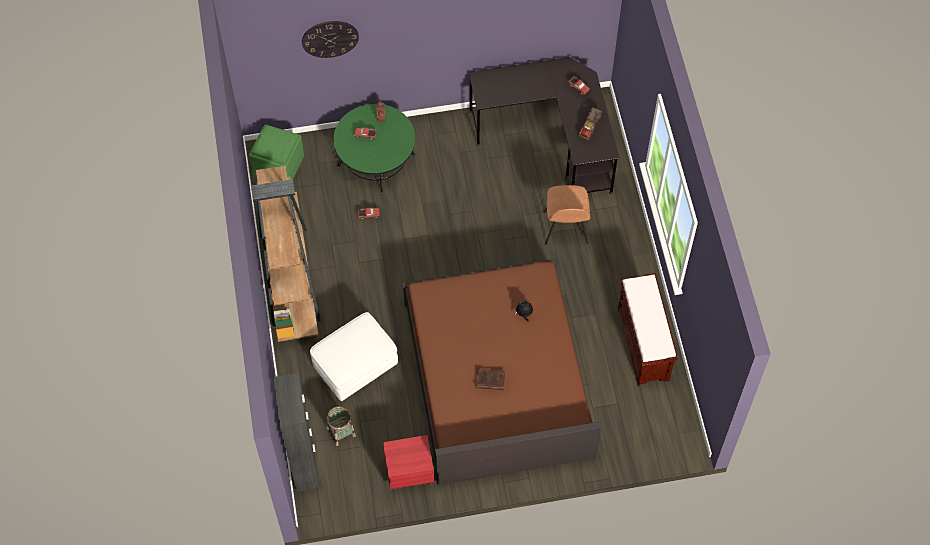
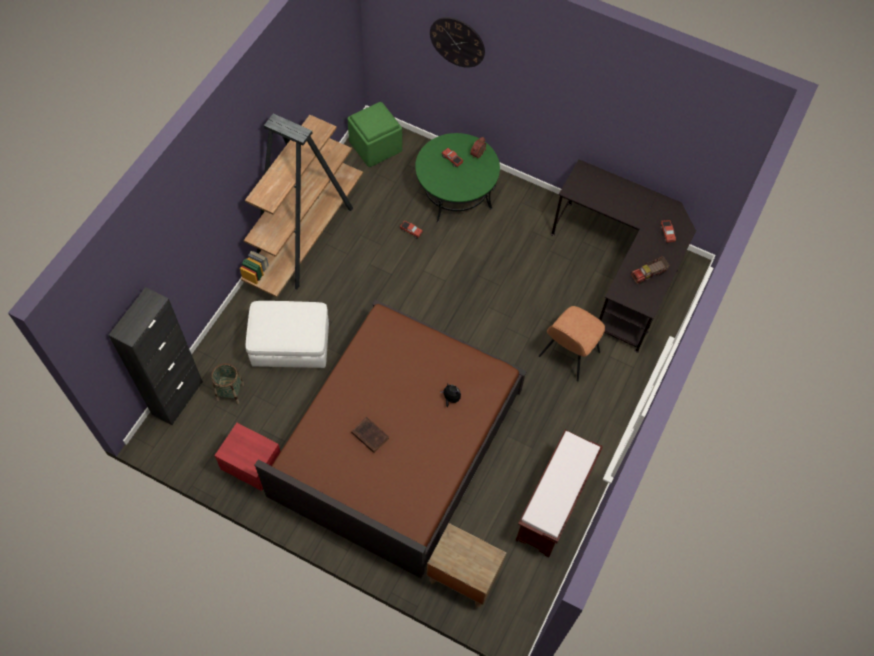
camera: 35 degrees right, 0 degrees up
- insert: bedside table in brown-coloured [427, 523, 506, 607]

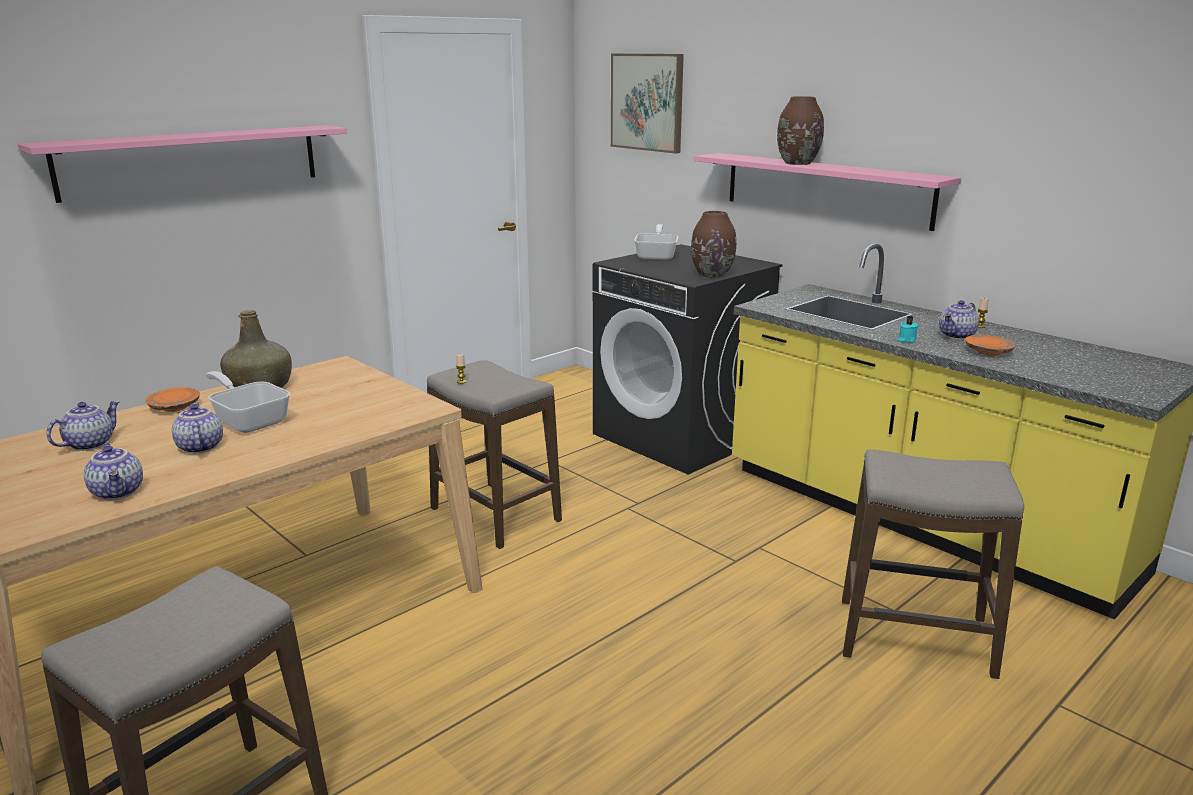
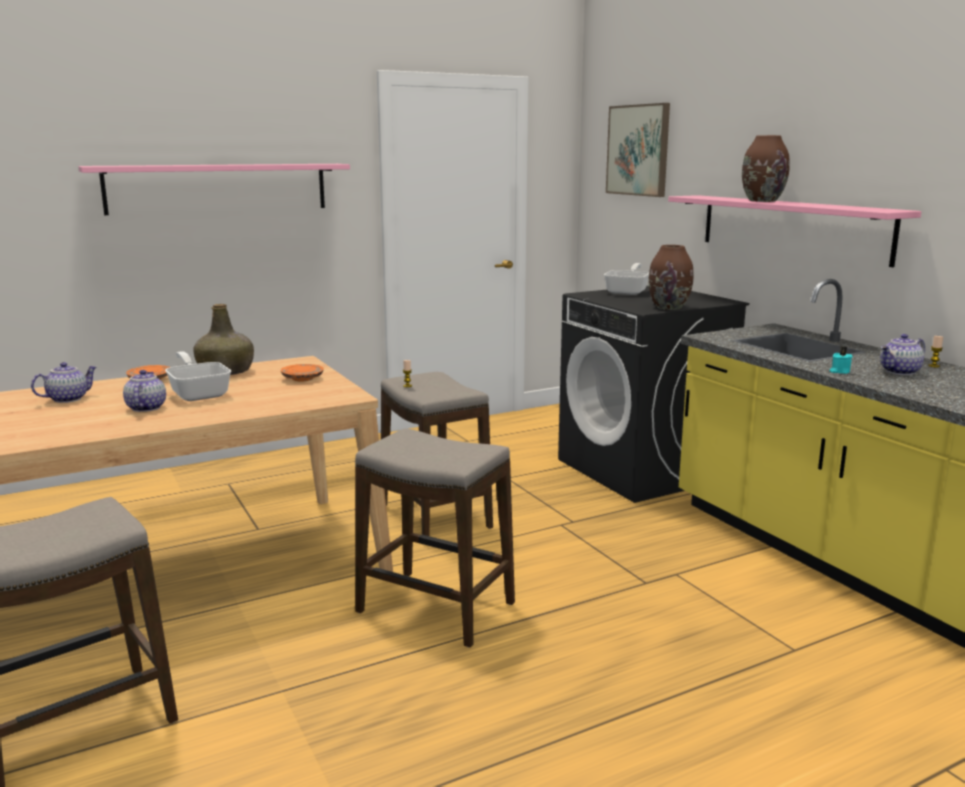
camera: 15 degrees right, 5 degrees down
- delete: pot for tea [84, 443, 143, 500]
- move: sitting stool [842, 449, 1024, 679] to [355, 428, 515, 647]
- move: plate in orangey [965, 335, 1015, 356] to [281, 364, 324, 381]

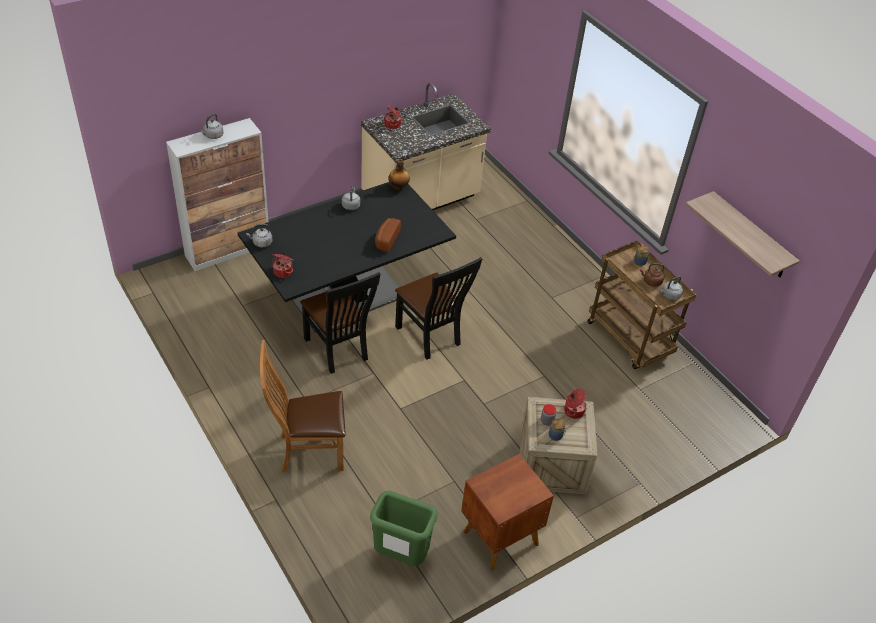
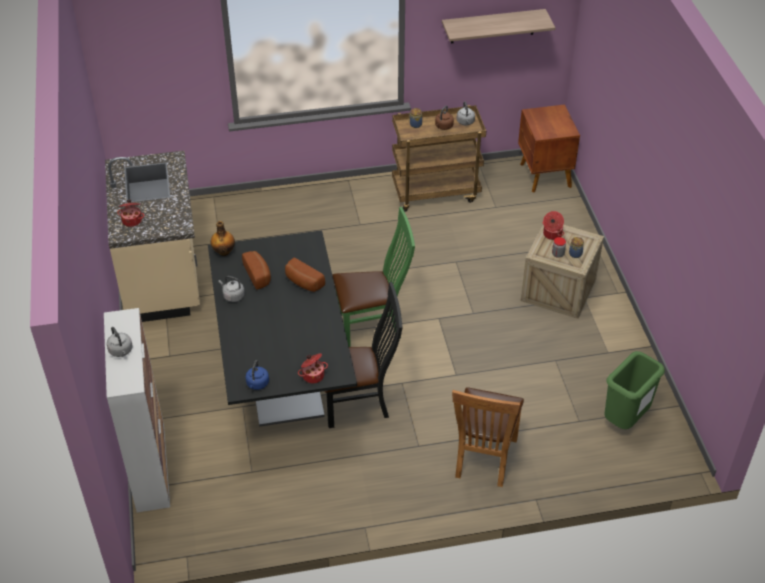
camera: 65 degrees left, 0 degrees up
- insert: baked bread [242, 251, 271, 290]
- move: bedside table in brown-coloured [461, 454, 554, 571] to [518, 105, 580, 192]
- recolor: water kettle in gray [246, 224, 272, 247] to water kettle in blue [245, 360, 269, 390]
- recolor: chair in black [395, 257, 482, 359] to chair in green [332, 207, 415, 347]

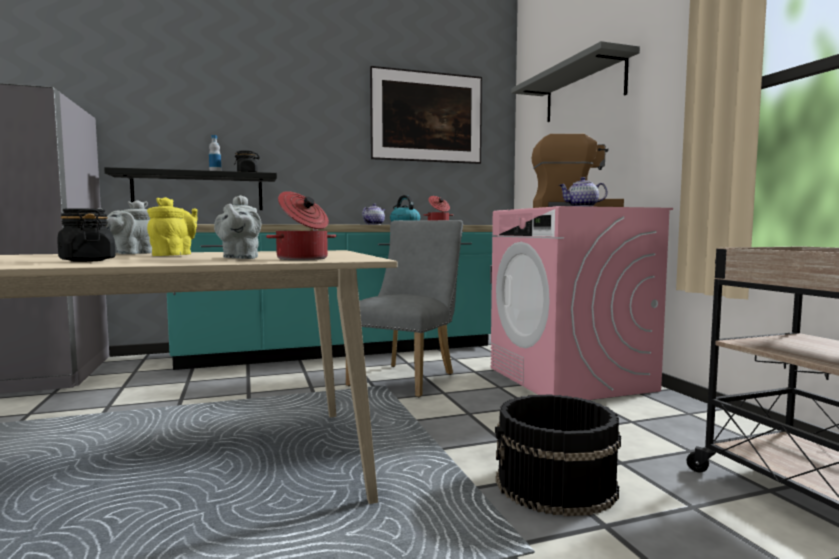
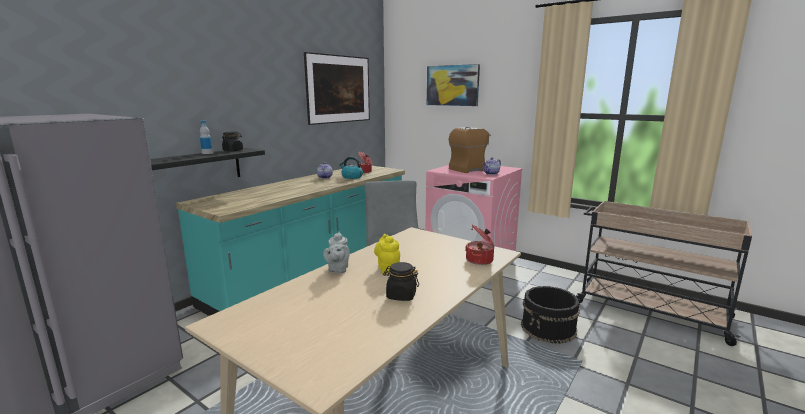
camera: 35 degrees left, 10 degrees up
- delete: pot for tea in gray [214, 195, 261, 259]
- replace: wall shelf in gray [511, 41, 640, 122] to wall picture [427, 64, 480, 106]

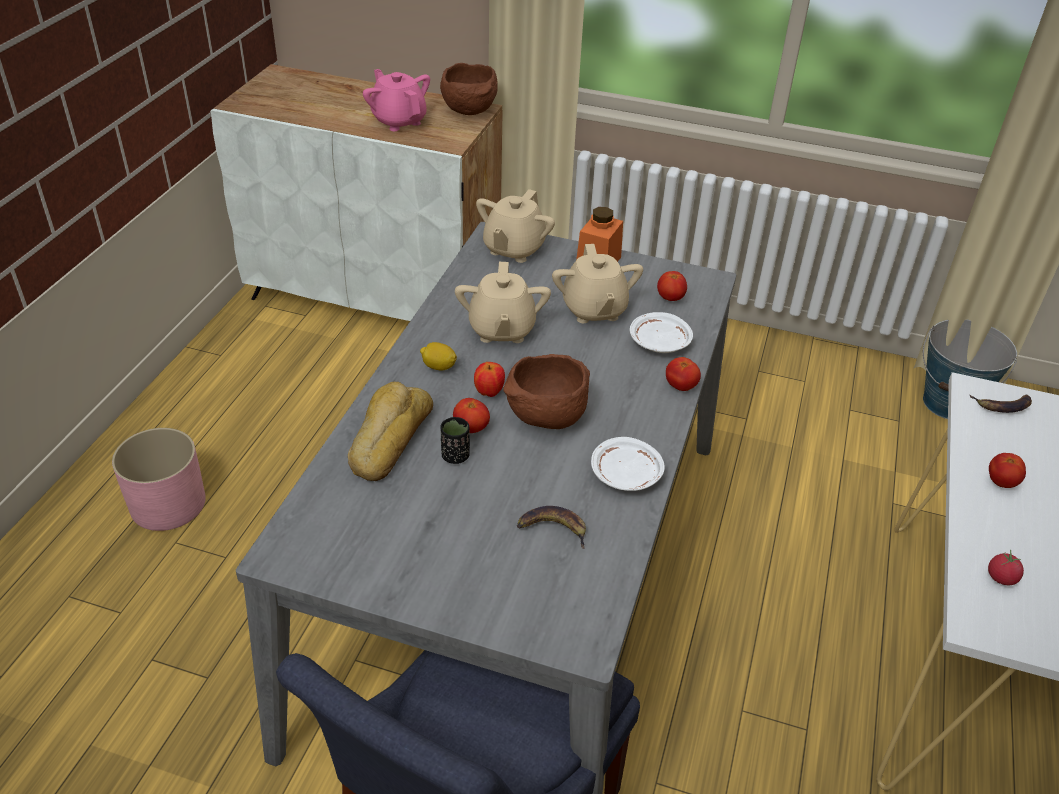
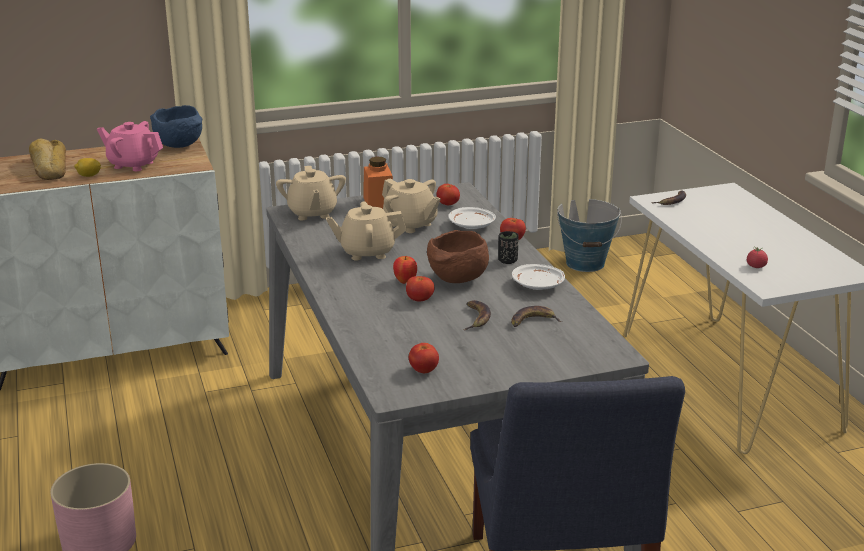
camera: 35 degrees left, 15 degrees down
- insert: whole banana [463, 300, 491, 330]
- move: baked bread [348, 382, 433, 481] to [29, 139, 66, 180]
- move: lemon [420, 342, 457, 371] to [74, 158, 101, 177]
- move: drinking cup in black [441, 417, 470, 464] to [498, 231, 519, 264]
- move: tomato [989, 453, 1026, 488] to [409, 343, 439, 373]
- recolor: bowl in brown-coloured [440, 63, 498, 115] to bowl in blue [150, 105, 202, 148]
- rotate: pot for tea in beige [455, 262, 551, 343] = [326, 201, 406, 260] 120 degrees clockwise

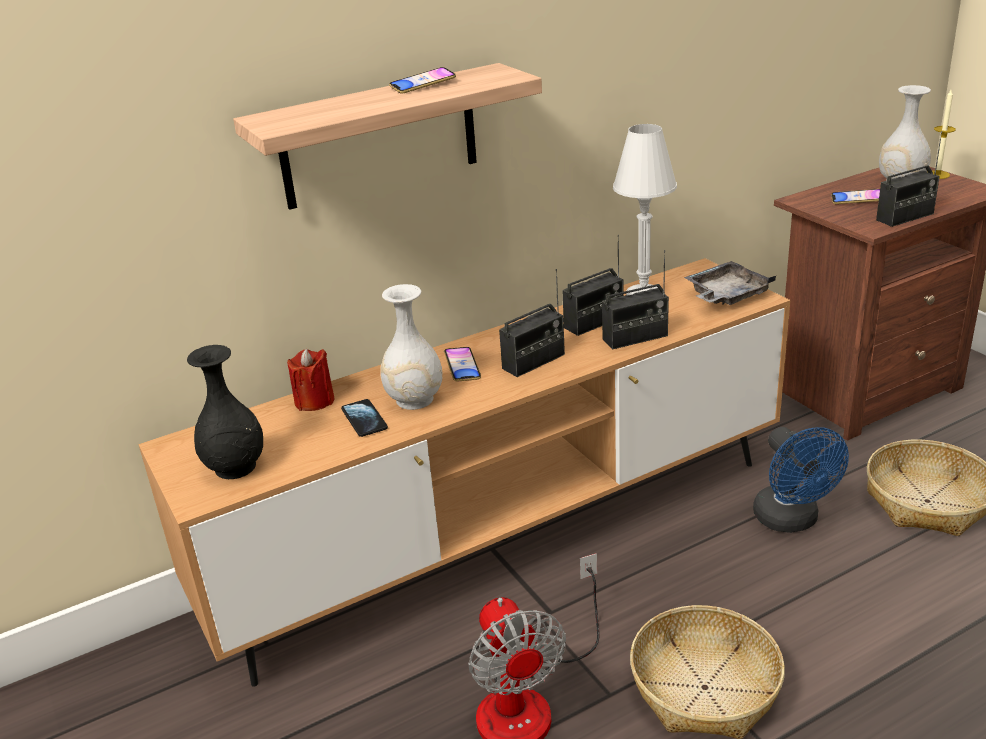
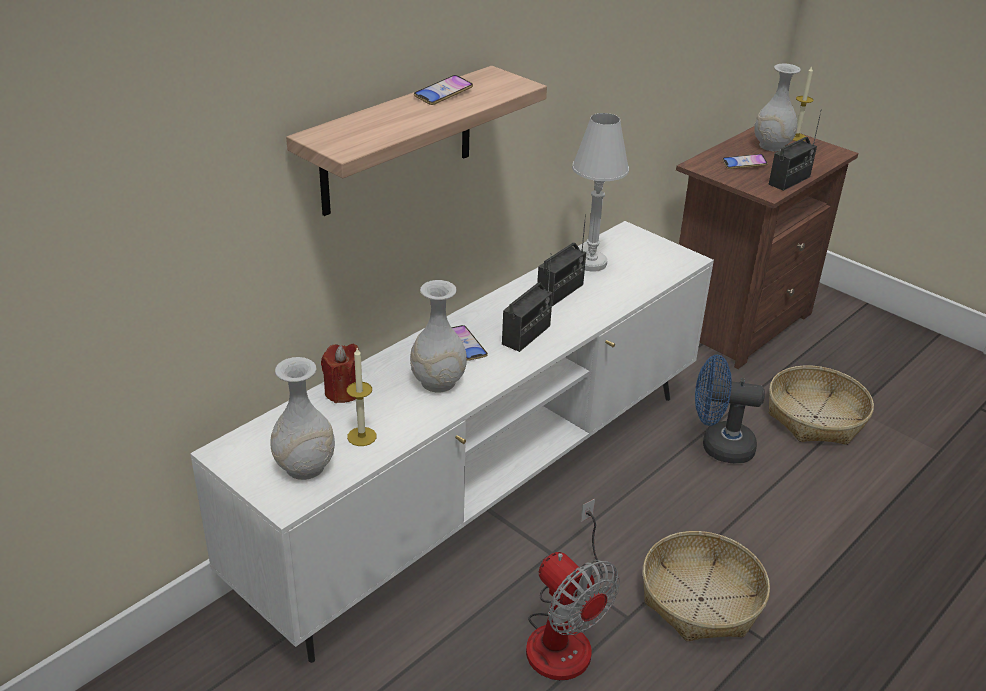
camera: 20 degrees left, 5 degrees up
- delete: telephone [341, 399, 388, 437]
- delete: radio receiver [602, 250, 669, 350]
- delete: serving tray in gray [684, 261, 776, 305]
- insert: wax light [347, 348, 376, 446]
- recolor: tv unit in brown-coloured [138, 258, 790, 687] to tv unit in whitish [190, 221, 714, 663]
- recolor: flower vase in black [187, 345, 263, 479] to flower vase in whitish [271, 357, 335, 480]
- rotate: electric fan in blue [753, 427, 849, 533] = [695, 355, 765, 463] 135 degrees clockwise

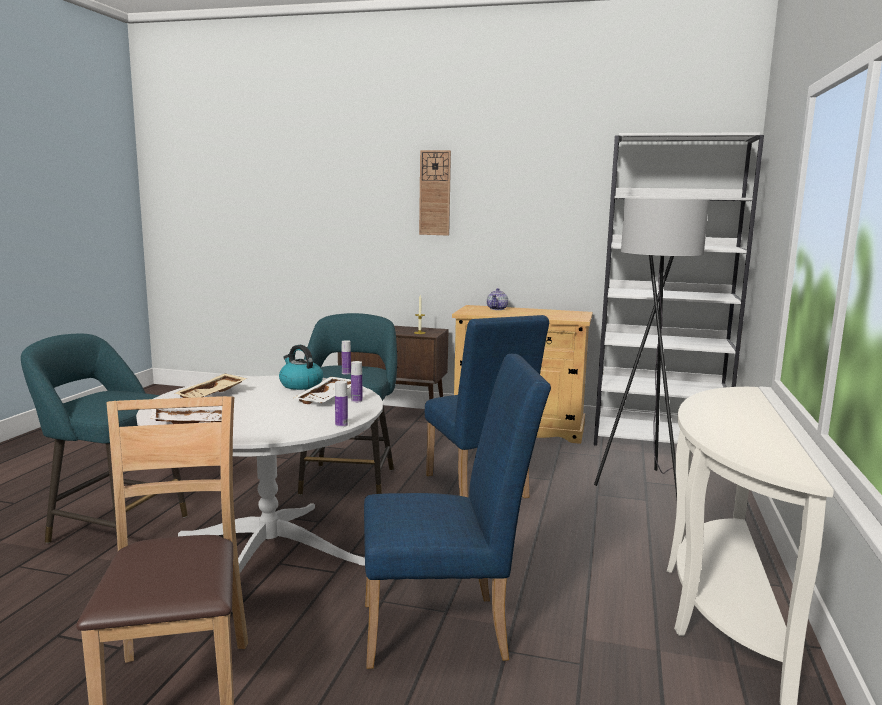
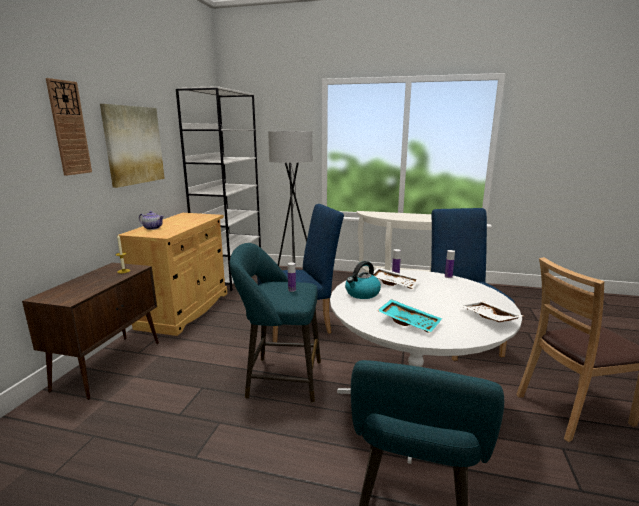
camera: 90 degrees left, 5 degrees up
- insert: wall picture [100, 104, 165, 188]
- recolor: serving tray in beige [175, 374, 248, 398] to serving tray in turquoise-coloured [377, 299, 442, 333]

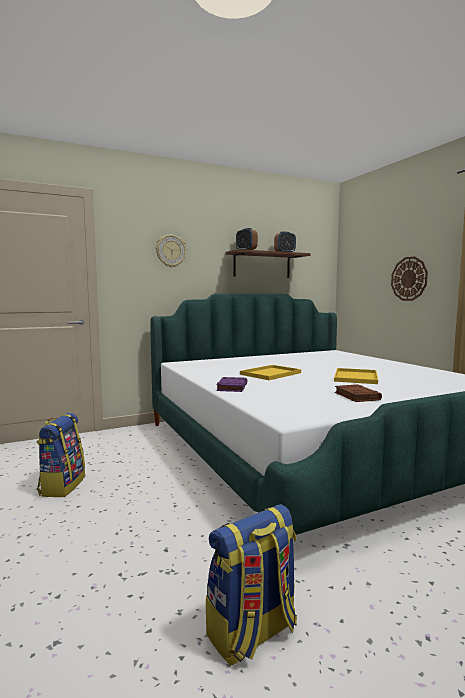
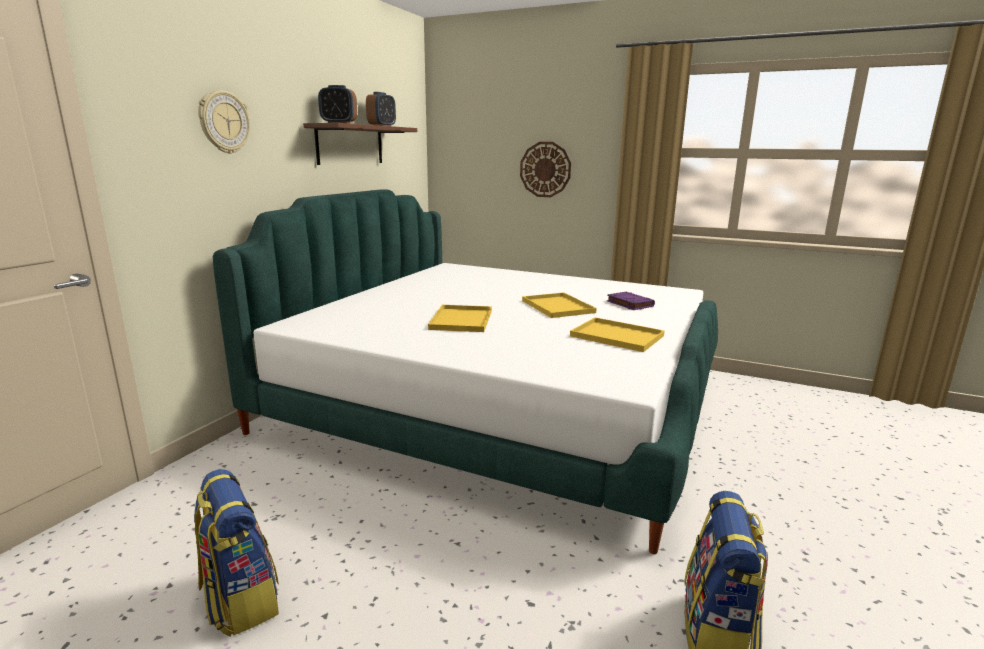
camera: 40 degrees left, 10 degrees up
- move: book in purple-coloured [217, 377, 247, 392] to [607, 292, 655, 310]
- replace: book in brown-coloured [335, 384, 382, 402] to serving tray in yellowish [570, 317, 665, 352]

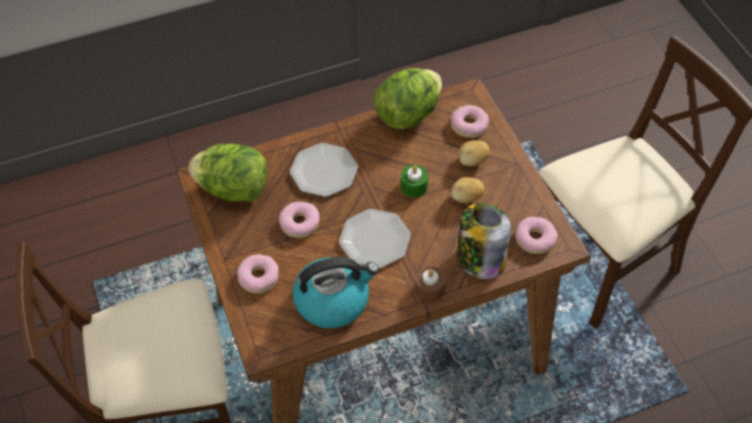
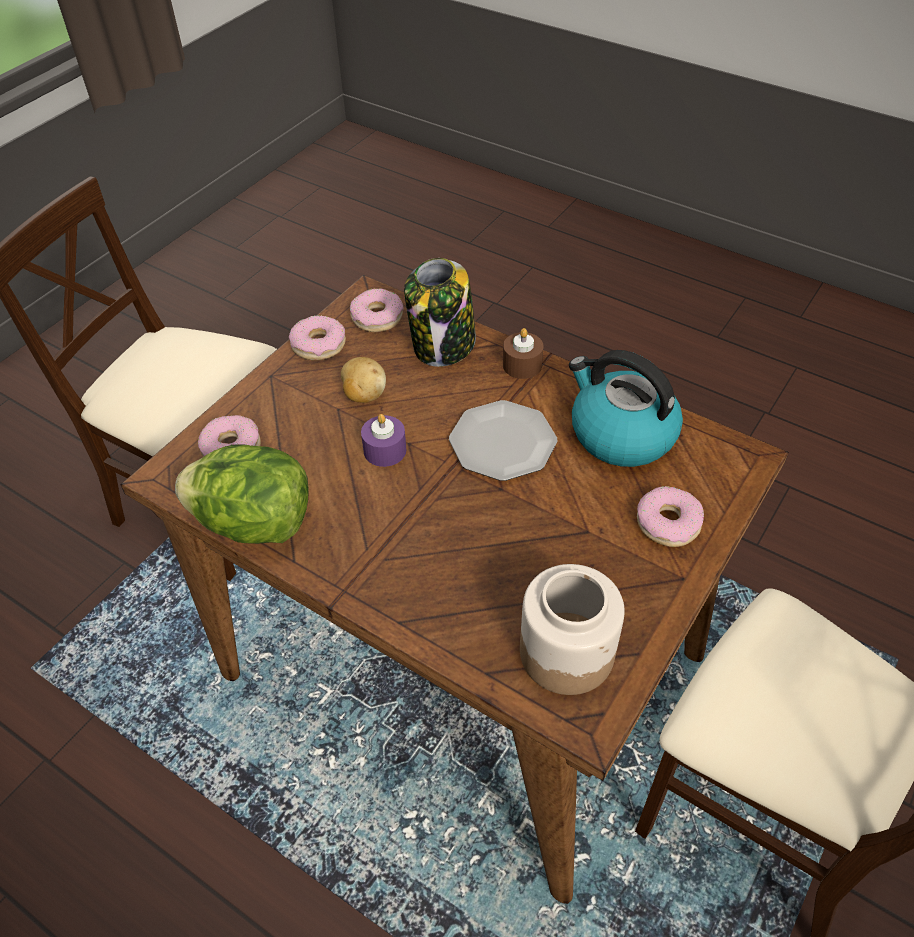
camera: 125 degrees left, 5 degrees down
- delete: plate [290, 143, 358, 197]
- delete: potato [458, 140, 490, 167]
- move: donut [279, 201, 320, 238] to [289, 315, 346, 360]
- replace: lettuce head [189, 143, 267, 202] to jar [520, 564, 625, 695]
- recolor: wax light in green [401, 164, 429, 197] to wax light in purple-coloured [361, 414, 406, 467]

